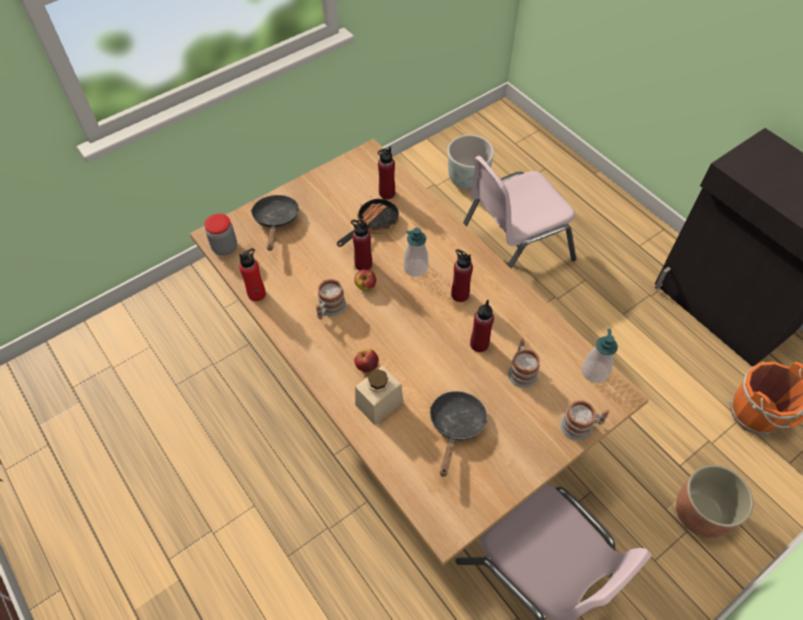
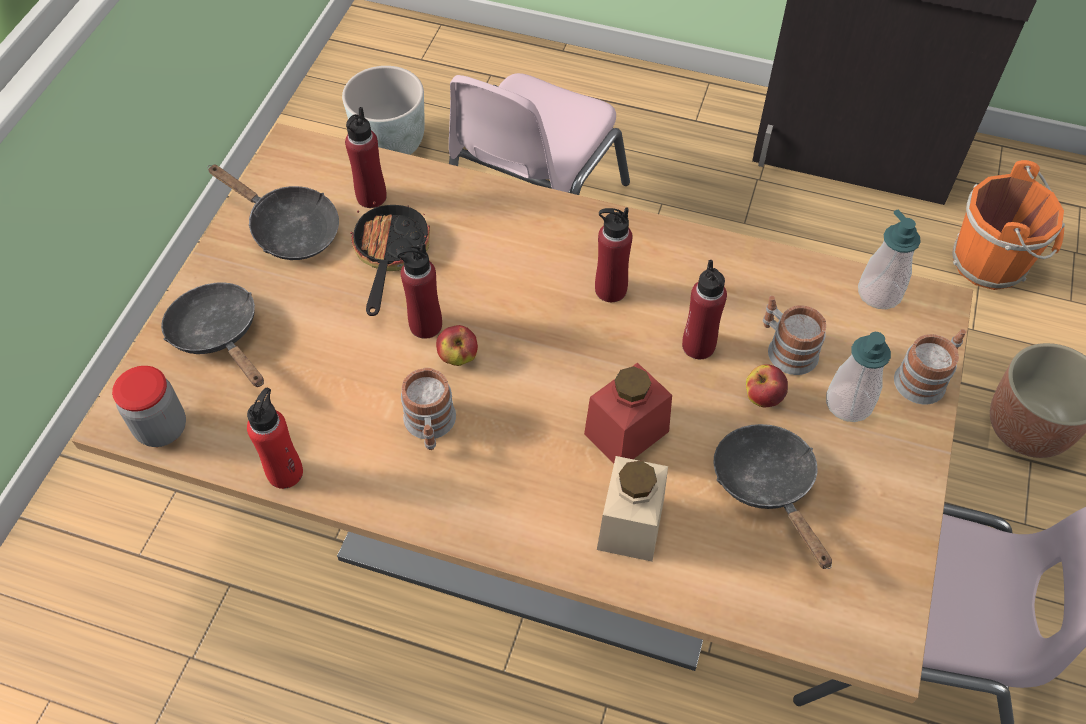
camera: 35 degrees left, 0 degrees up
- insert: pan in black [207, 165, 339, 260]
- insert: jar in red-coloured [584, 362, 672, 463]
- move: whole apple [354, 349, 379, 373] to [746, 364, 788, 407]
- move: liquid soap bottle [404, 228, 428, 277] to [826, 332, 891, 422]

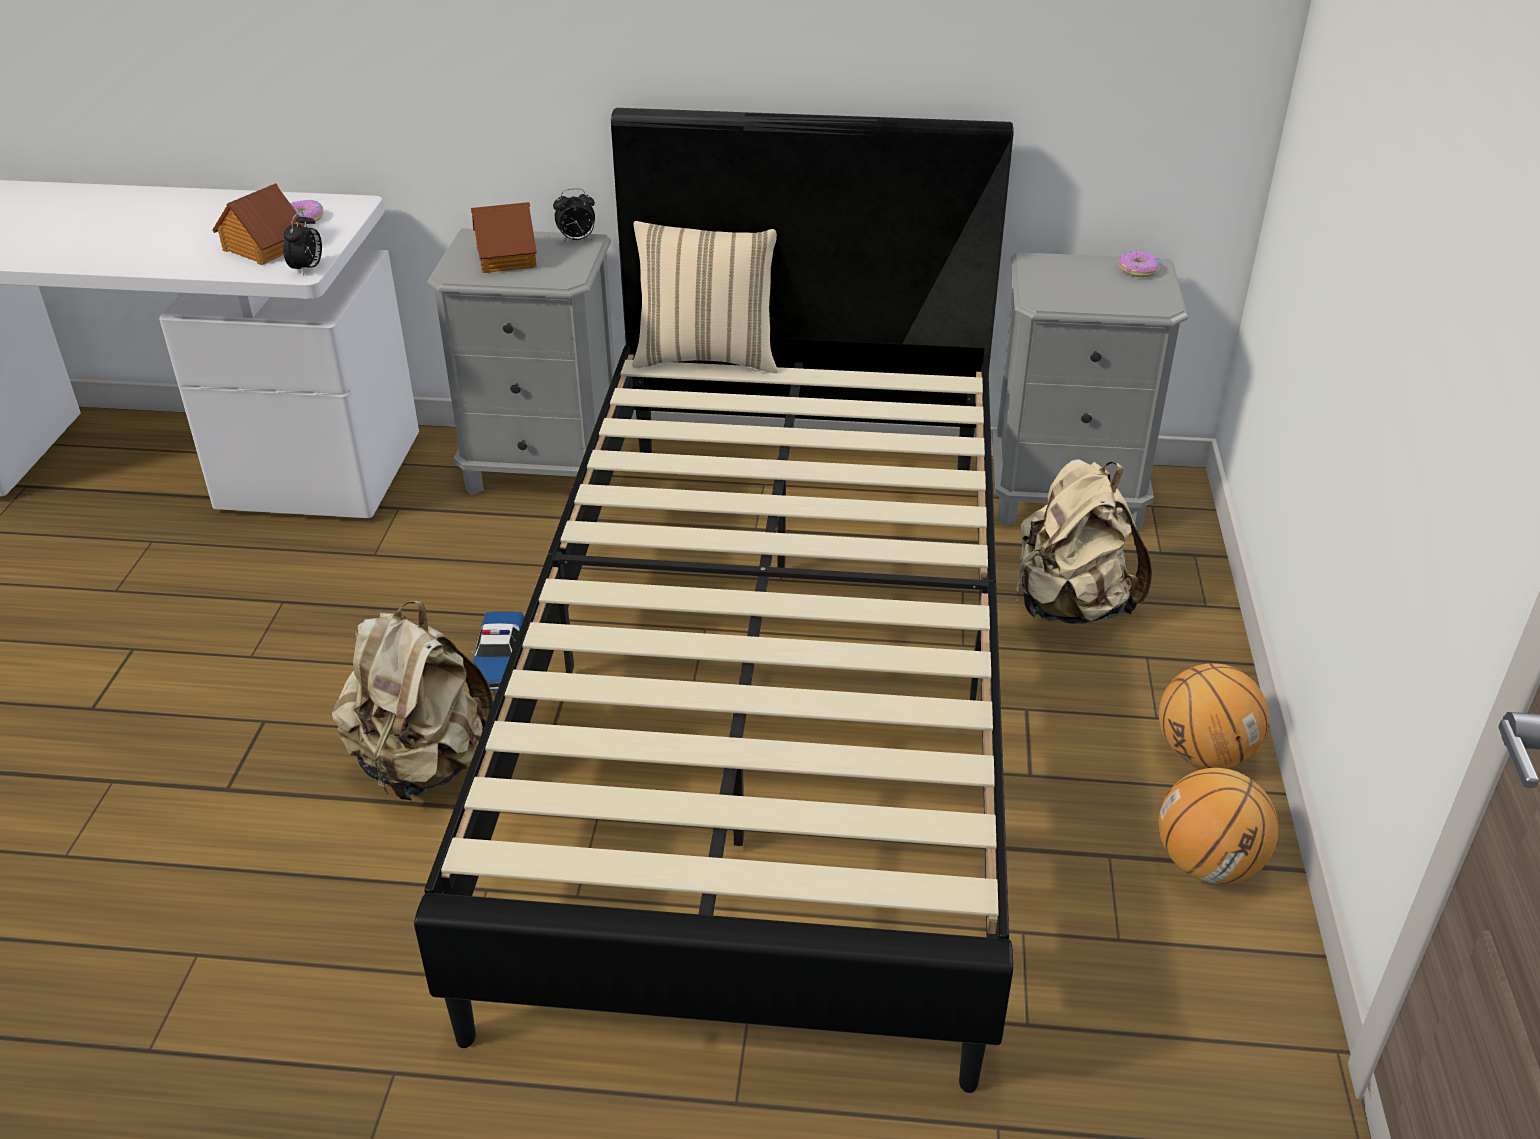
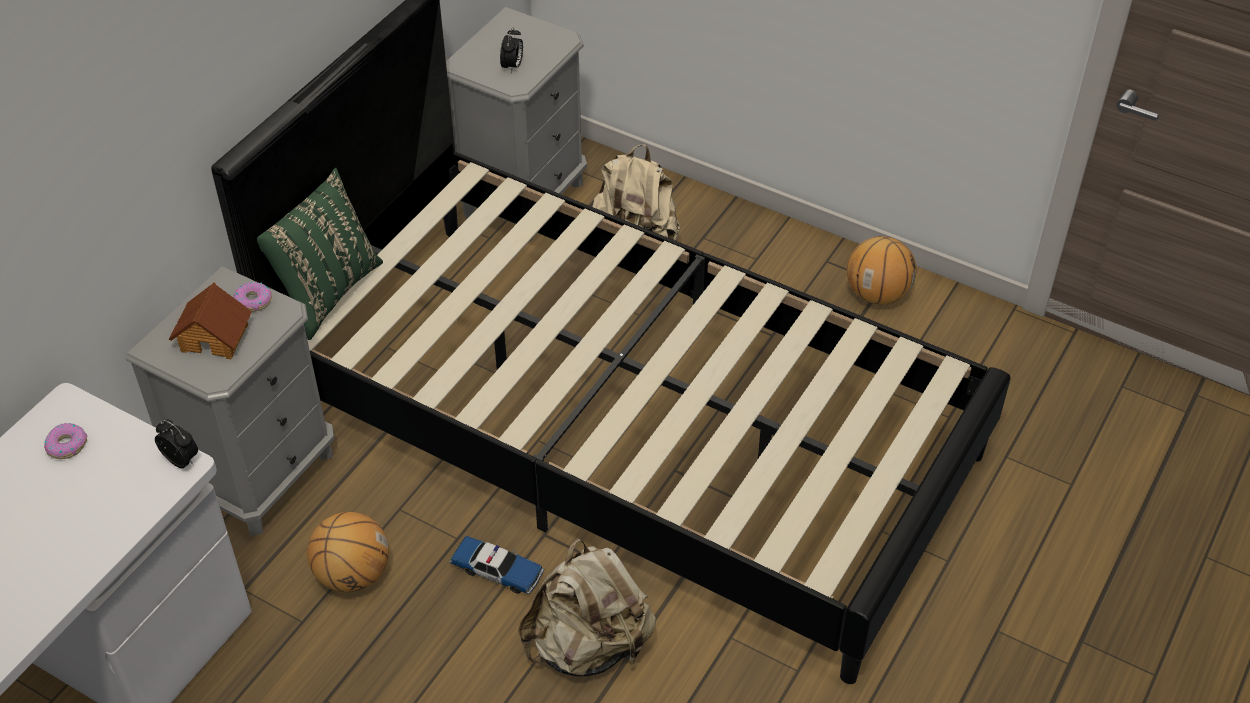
camera: 65 degrees left, 10 degrees up
- delete: miniature house [212, 183, 308, 265]
- move: alarm clock [553, 188, 595, 242] to [500, 27, 523, 73]
- move: donut [1118, 251, 1160, 277] to [233, 282, 272, 312]
- move: ball for basketball [1159, 663, 1269, 768] to [307, 512, 389, 592]
- recolor: pillow in beige [632, 221, 778, 373] to pillow in green [257, 168, 383, 340]

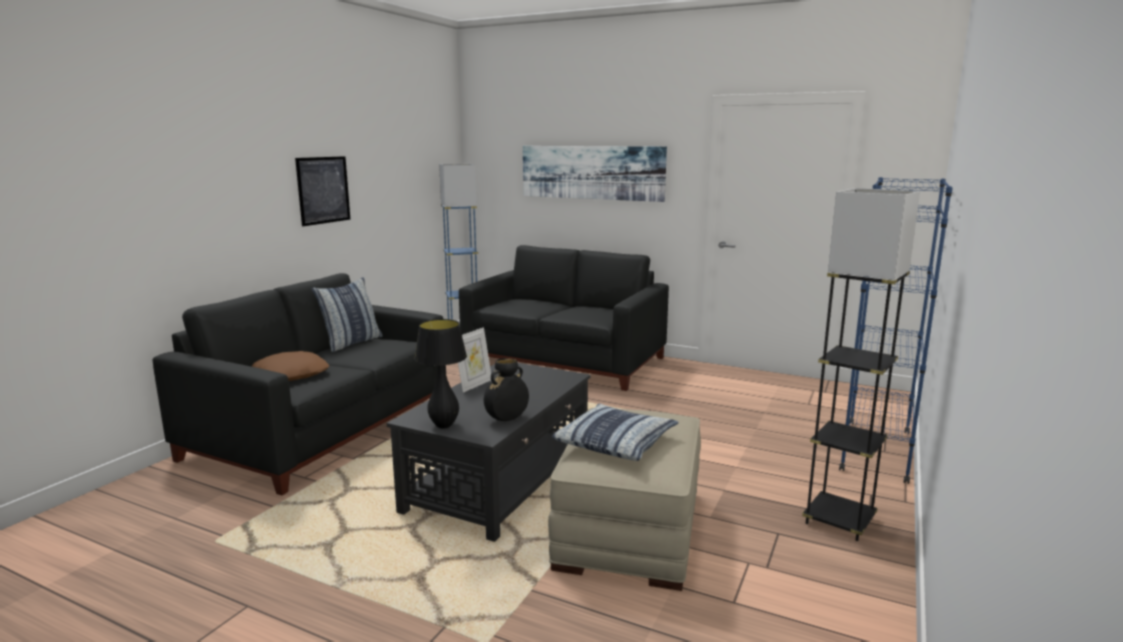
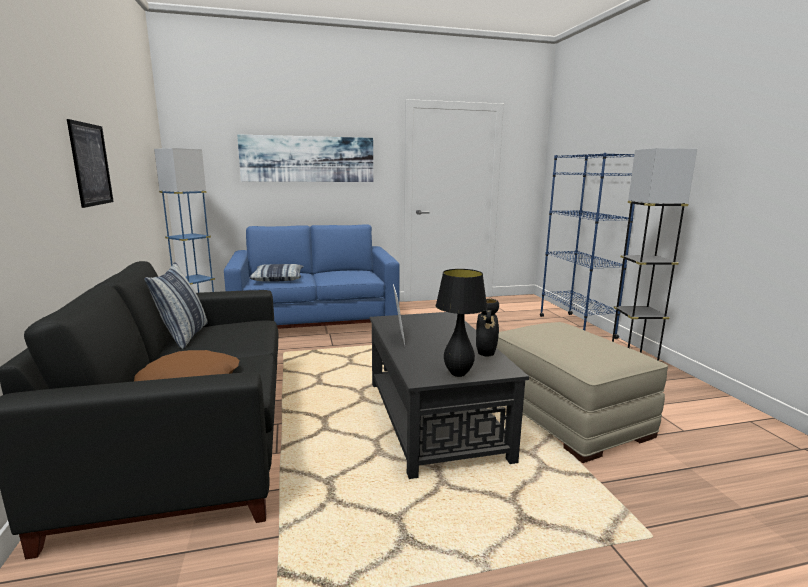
camera: 40 degrees left, 0 degrees up
- move: pillow [552, 403, 679, 461] to [249, 264, 304, 282]
- recolor: settee in black [459, 245, 669, 391] to settee in blue [224, 224, 400, 329]

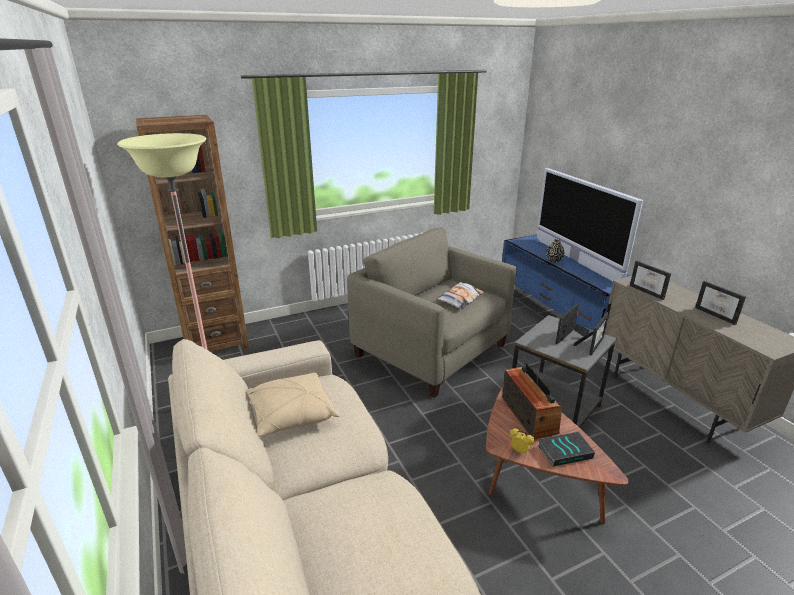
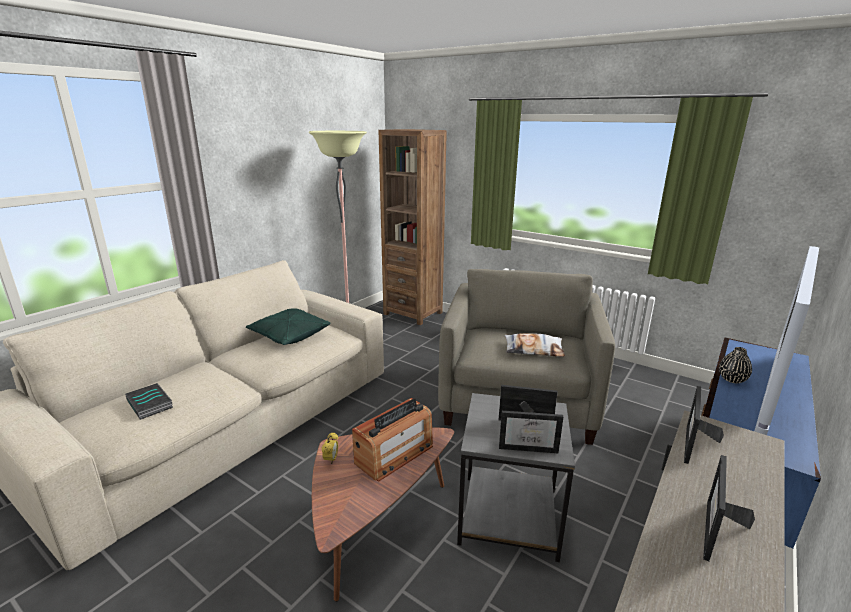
camera: 60 degrees right, 5 degrees down
- move: book [538, 432, 595, 467] to [125, 383, 173, 420]
- recolor: pillow in beige [246, 372, 340, 437] to pillow in green [246, 308, 331, 345]

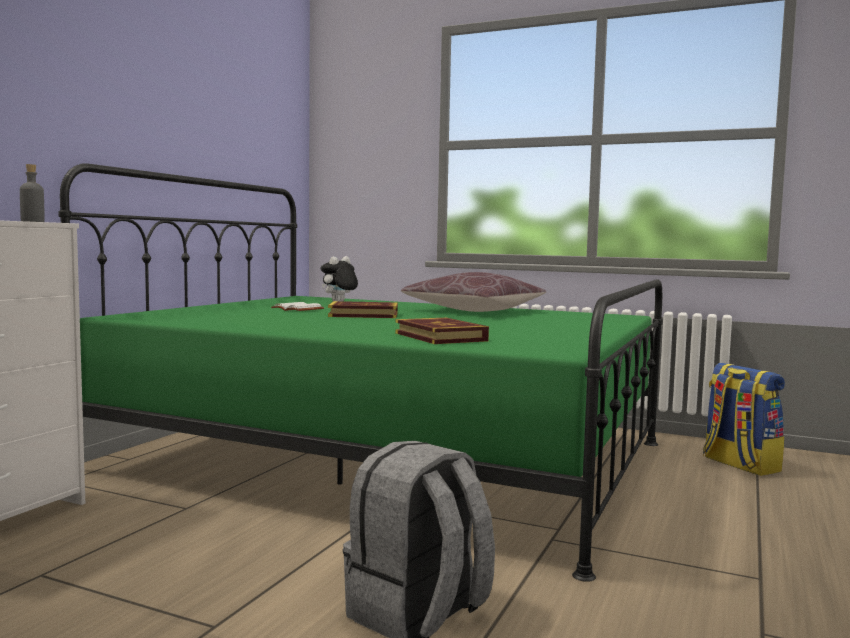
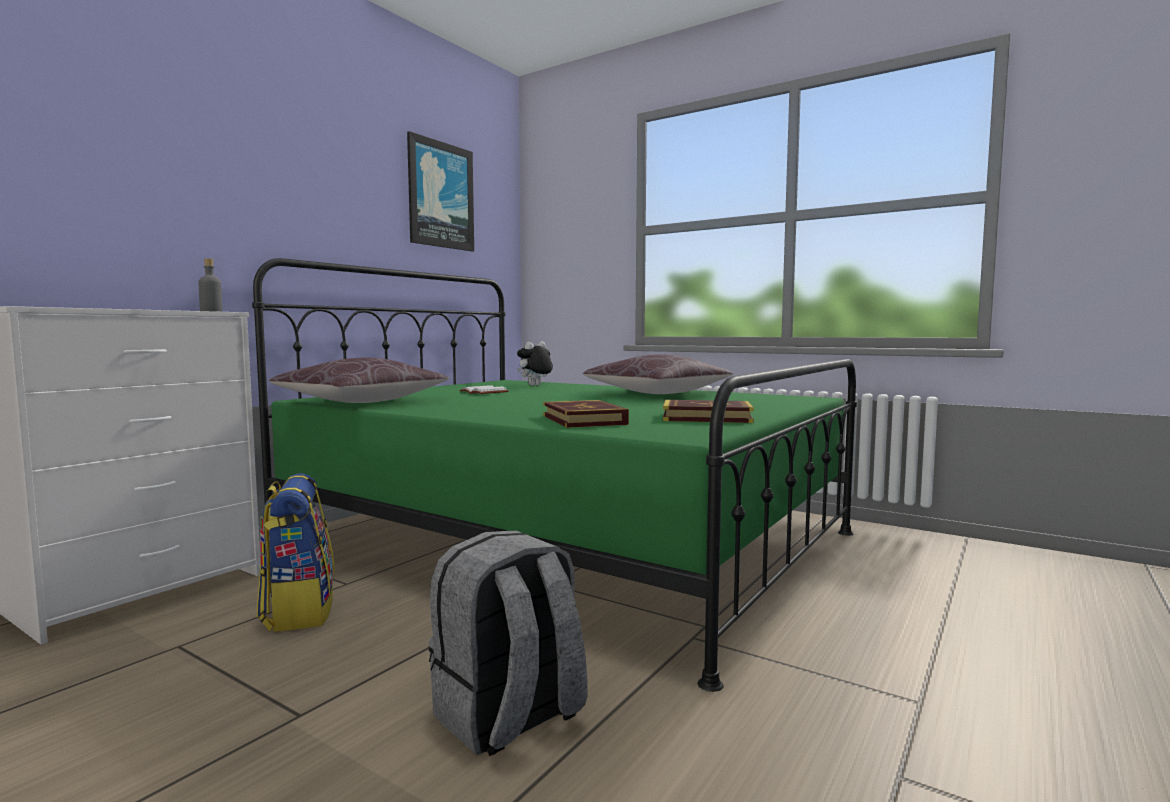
camera: 10 degrees right, 0 degrees up
- insert: pillow in brown-coloured [269, 358, 449, 403]
- insert: wall picture [407, 131, 474, 252]
- move: book [328, 301, 398, 318] to [663, 400, 754, 423]
- move: knapsack [703, 363, 785, 476] to [257, 473, 335, 632]

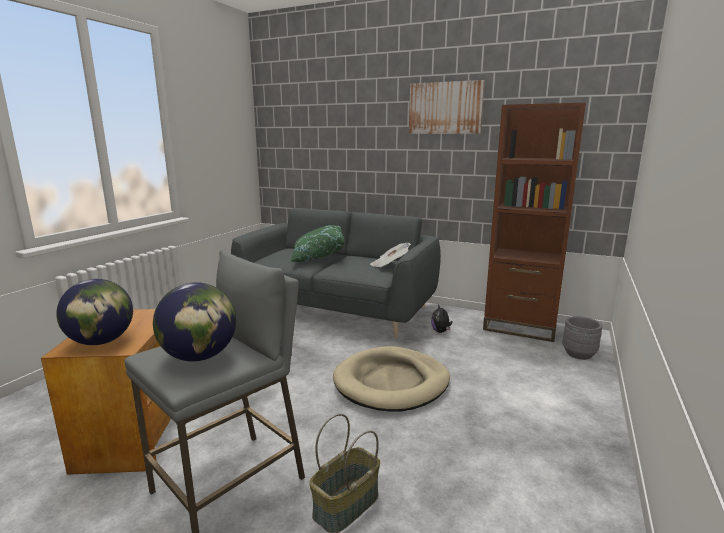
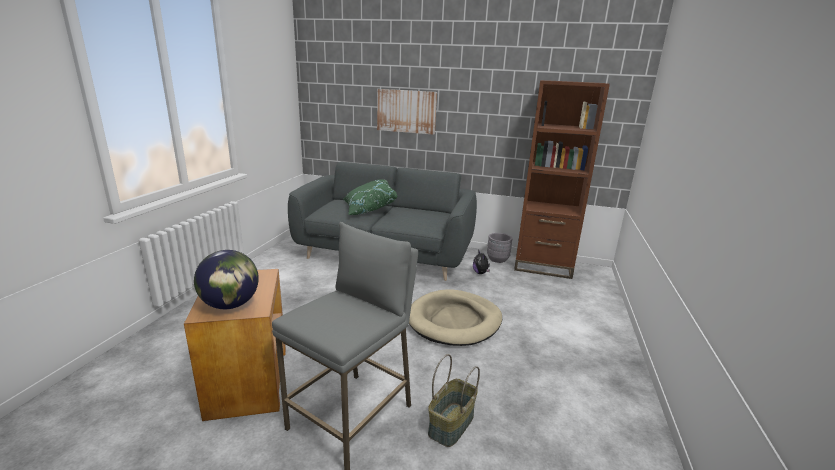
camera: 10 degrees left, 5 degrees up
- delete: world globe [153, 282, 236, 362]
- delete: printed paper [370, 243, 411, 268]
- move: wall picture [409, 80, 485, 134] to [377, 89, 437, 135]
- move: planter in gray [562, 316, 602, 360] to [487, 233, 513, 263]

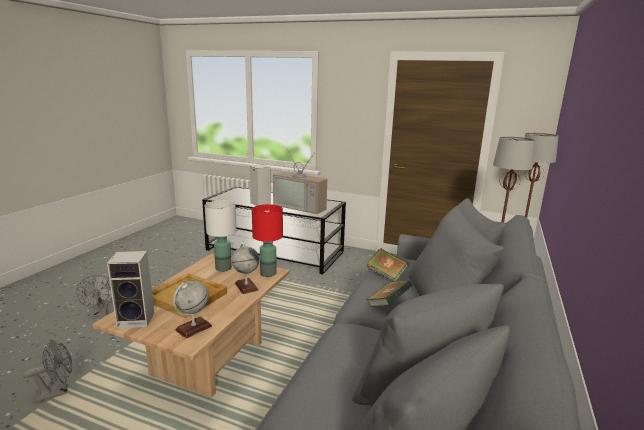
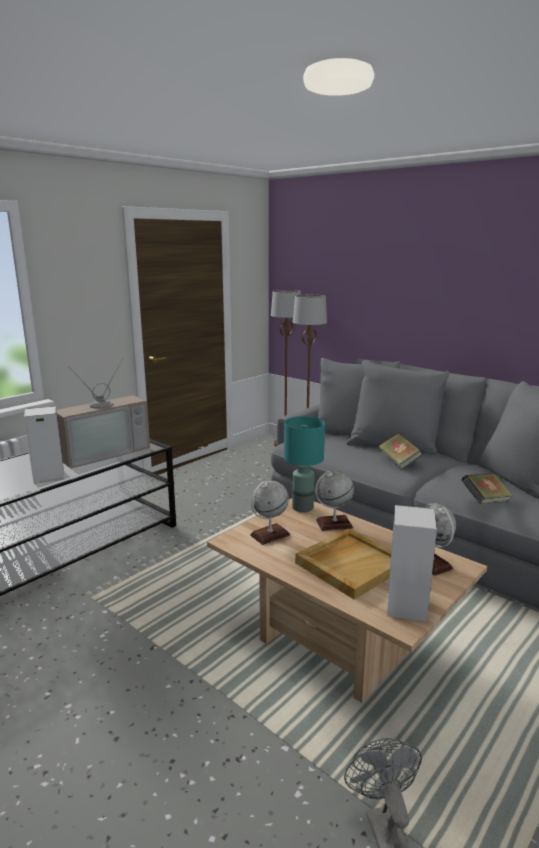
camera: 70 degrees left, 0 degrees up
- delete: electric fan in gray [77, 275, 112, 317]
- move: book [367, 248, 409, 282] to [461, 473, 513, 504]
- replace: lamp for a table in whitish [205, 201, 237, 272] to world globe [250, 480, 290, 545]
- recolor: lamp for a table in red-coloured [252, 204, 283, 277] to lamp for a table in turquoise-coloured [284, 416, 325, 512]

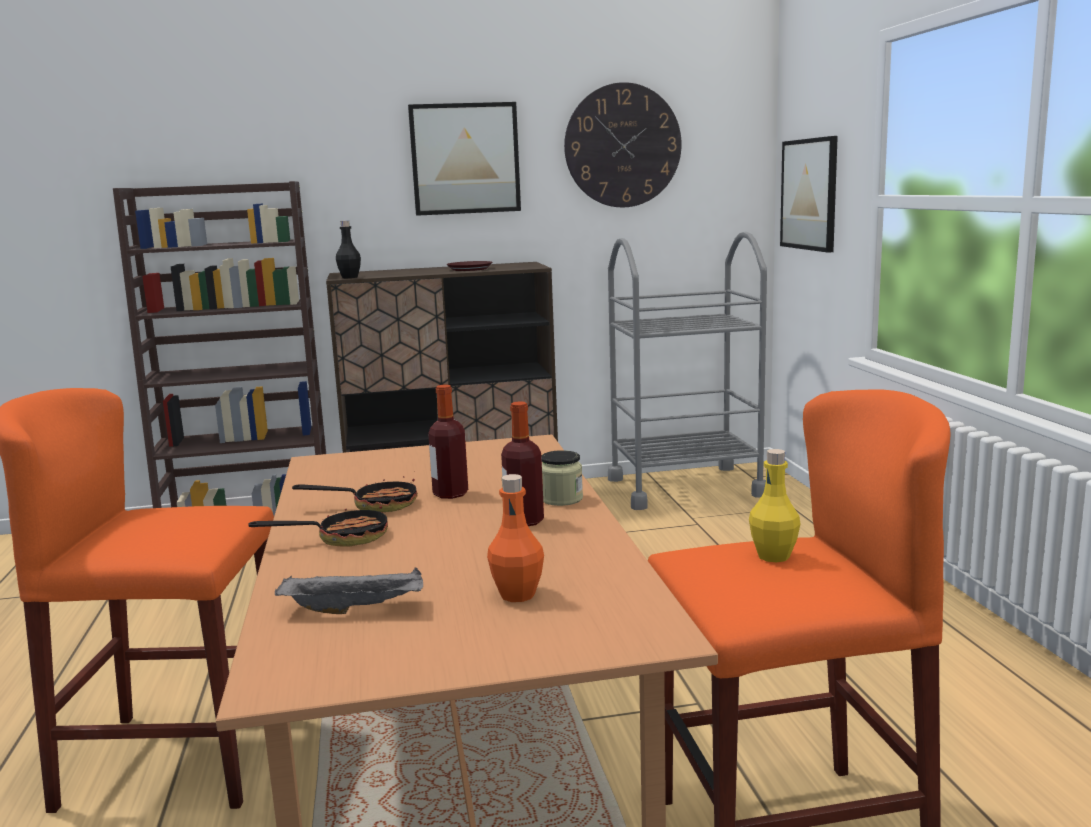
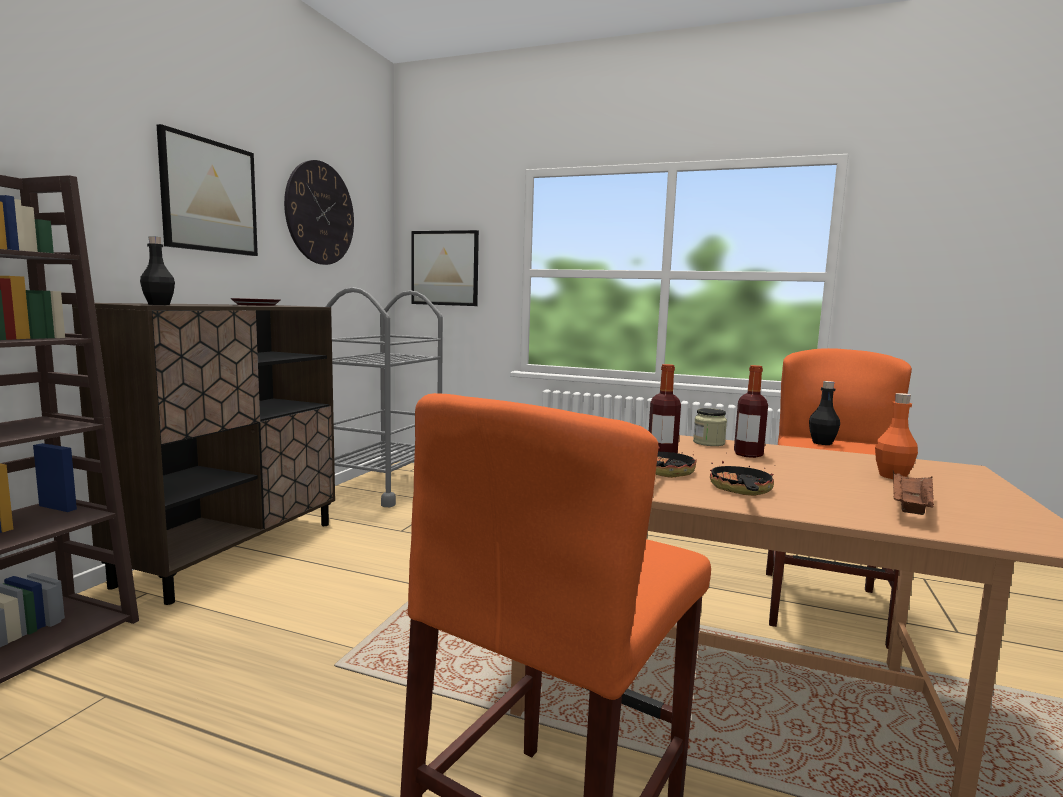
camera: 60 degrees left, 5 degrees down
- recolor: serving tray in gray [275, 567, 423, 614] to serving tray in brown-coloured [893, 470, 934, 515]
- recolor: beverage bottle in yellowish [749, 449, 800, 563] to beverage bottle in black [809, 381, 840, 445]

